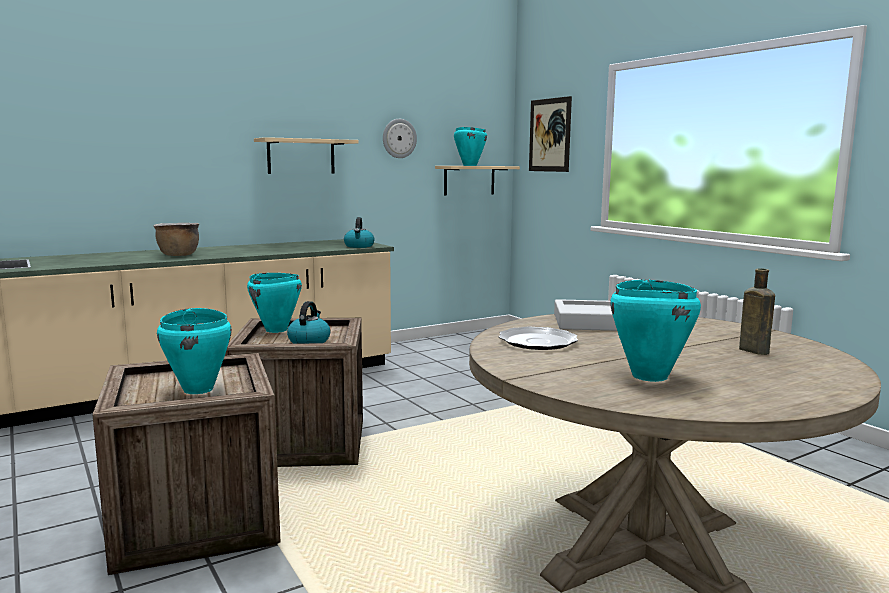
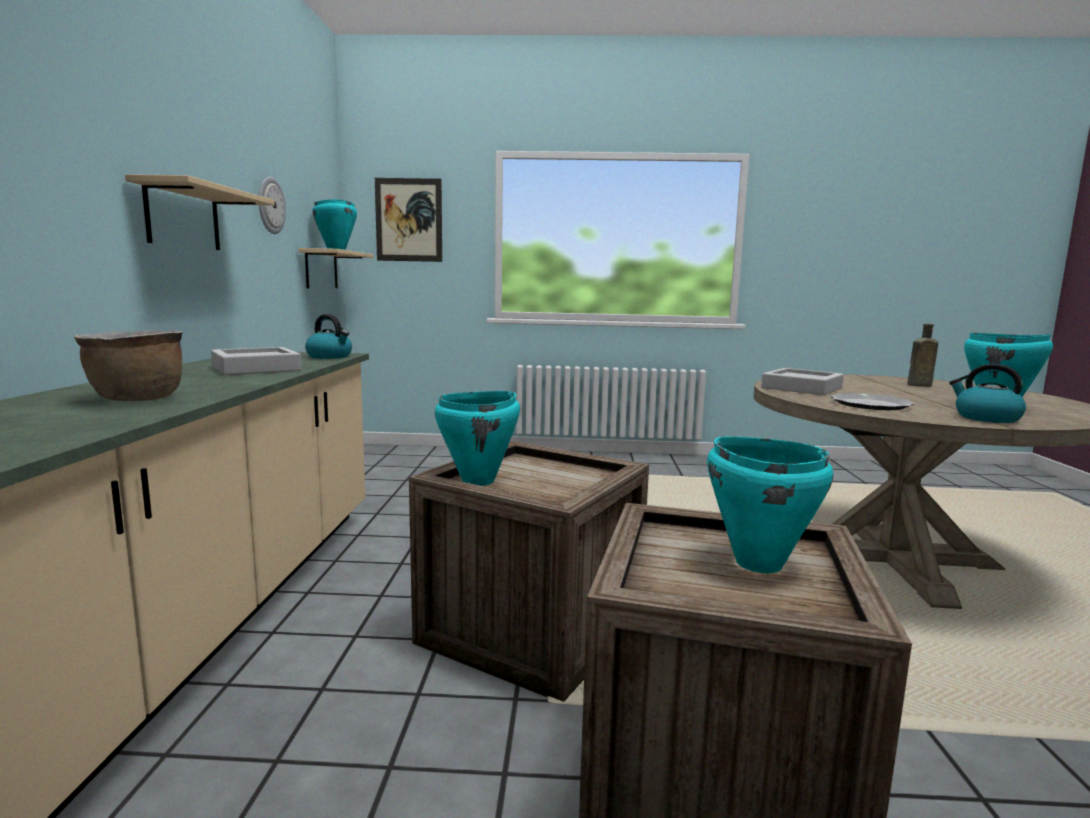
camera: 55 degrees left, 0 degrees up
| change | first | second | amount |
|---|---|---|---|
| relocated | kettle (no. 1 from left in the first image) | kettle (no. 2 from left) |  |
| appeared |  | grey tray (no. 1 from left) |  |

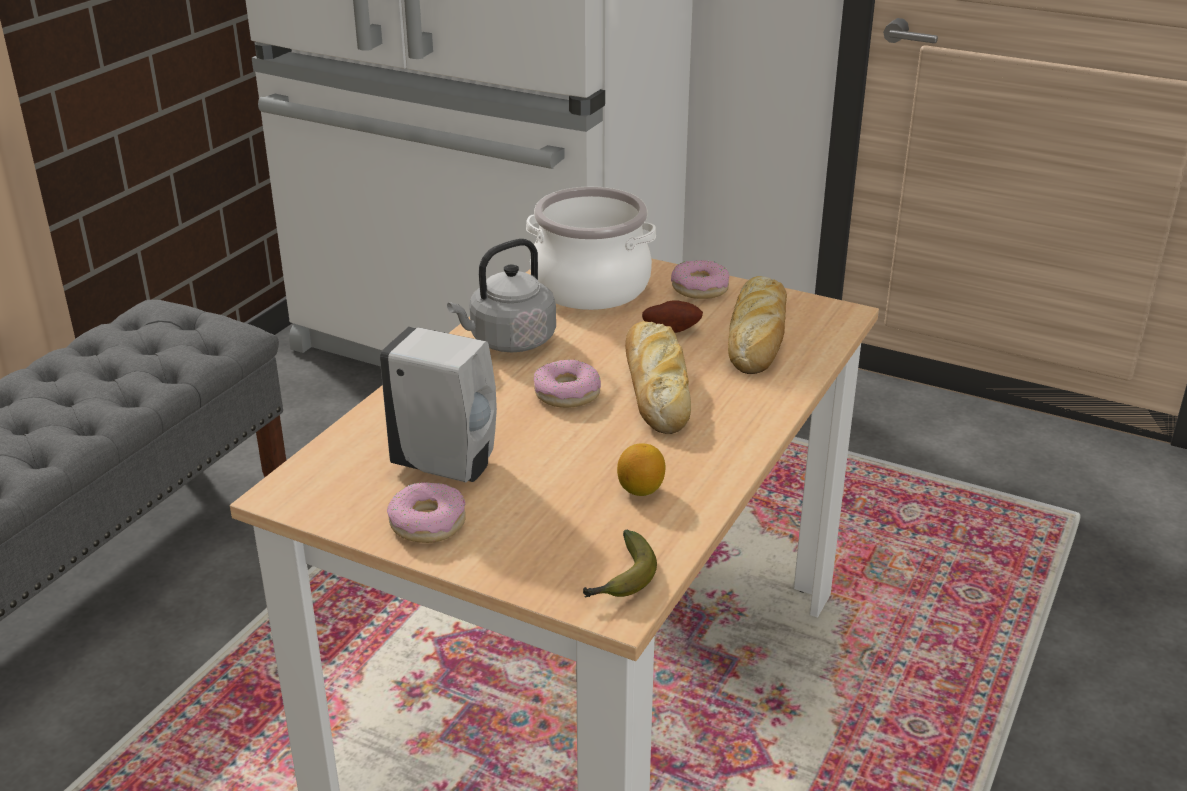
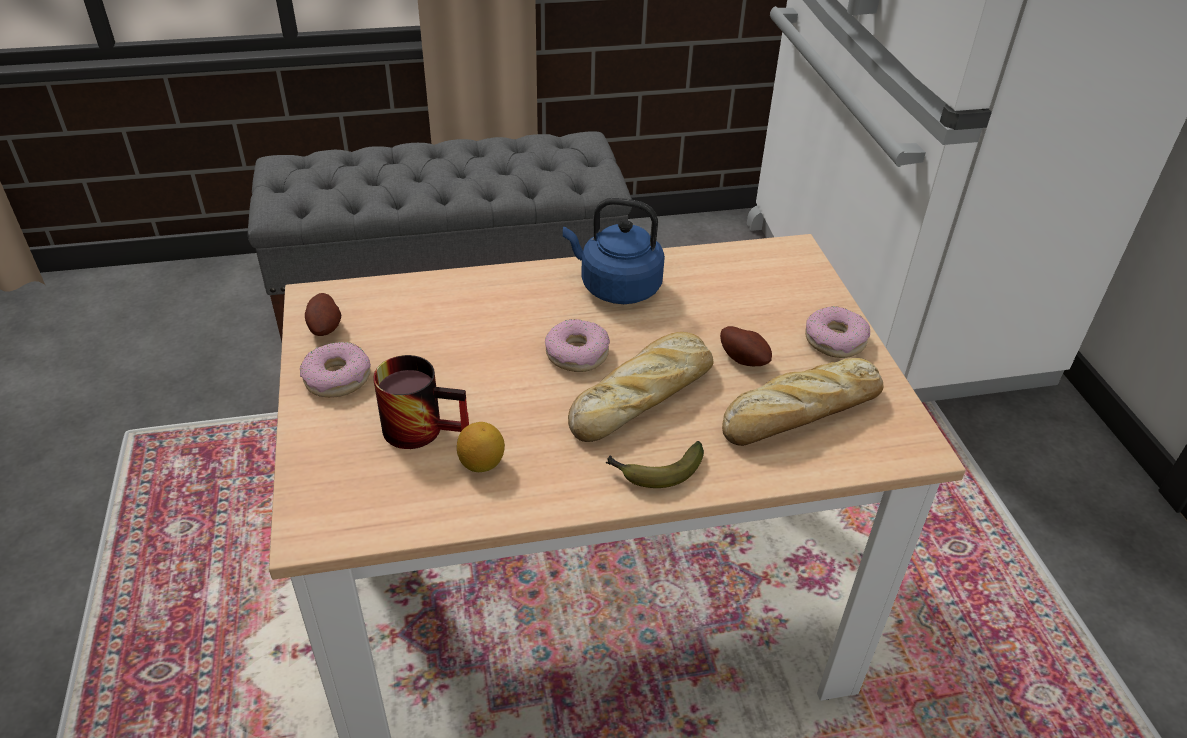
camera: 50 degrees right, 10 degrees up
| change | first | second | amount |
|---|---|---|---|
| missing | cooking pot |  |  |
| colour | grey kettle | blue kettle |  |
| missing | white soap dispenser |  |  |
| relocated | banana |  |  |
| appeared |  | potato (no. 1 from left) |  |
| appeared |  | mug |  |

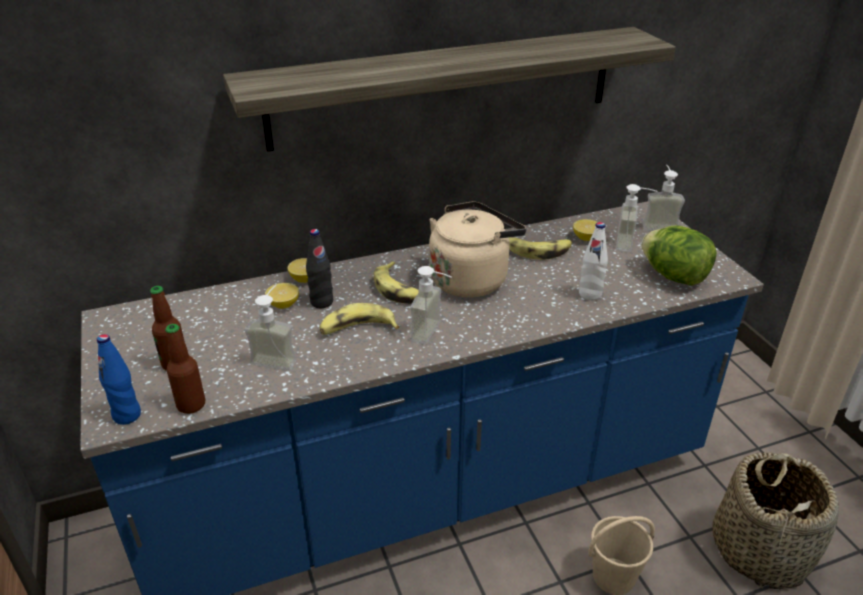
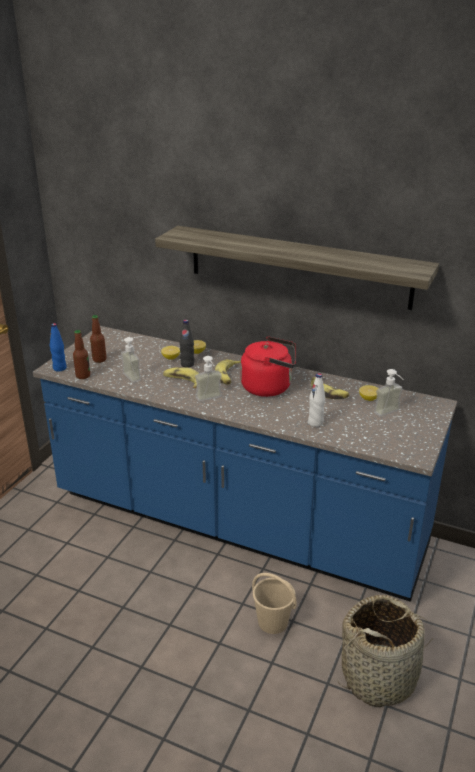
camera: 45 degrees right, 5 degrees down
| change | first | second | amount |
|---|---|---|---|
| missing | soap dispenser (no. 4 from left) |  |  |
| colour | beige kettle | red kettle |  |
| missing | lettuce |  |  |

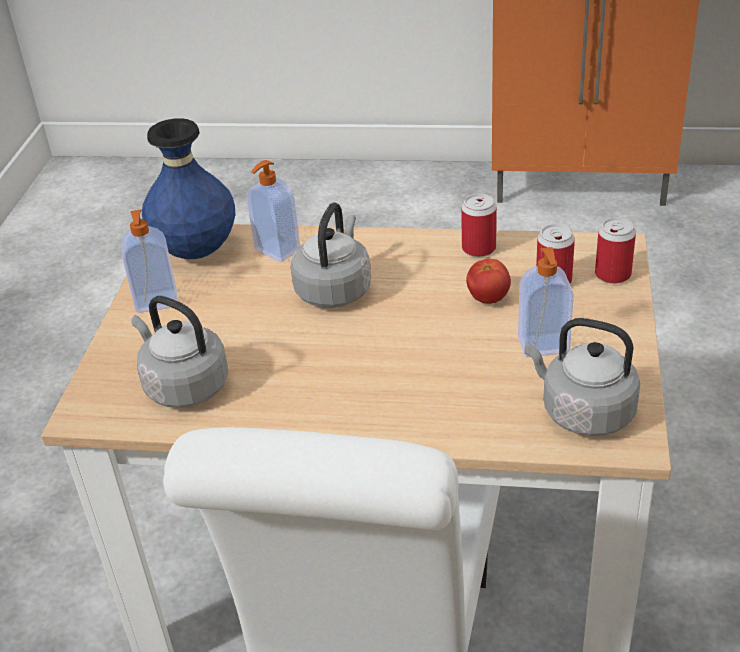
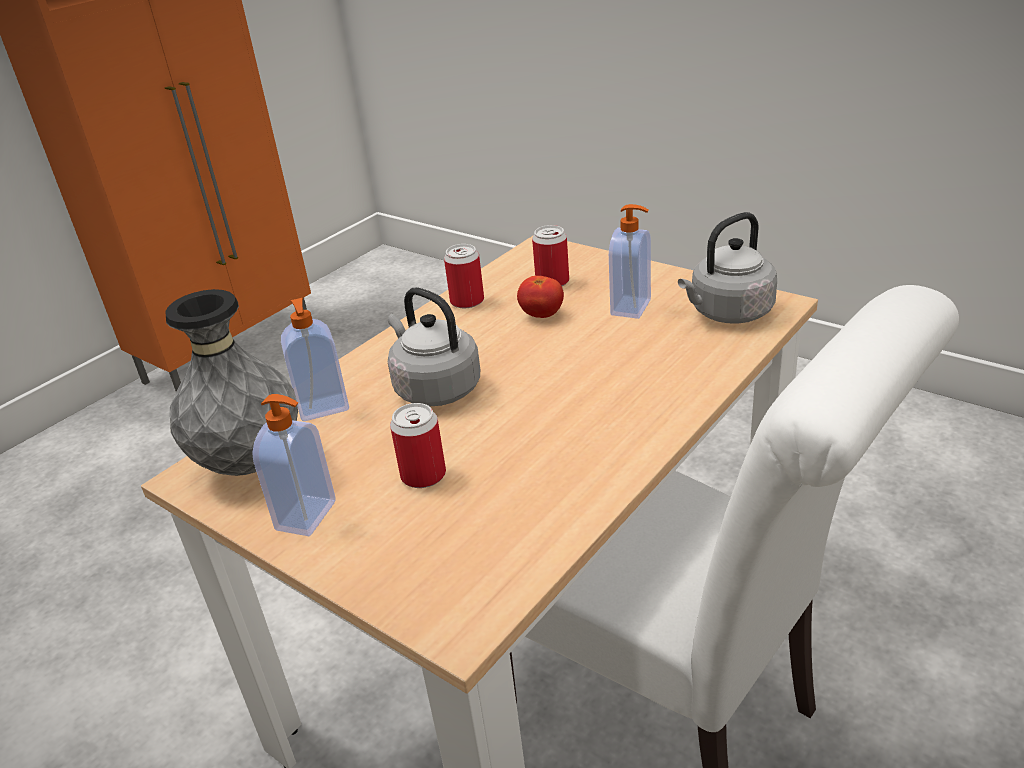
camera: 60 degrees left, 5 degrees down
| change | first | second | amount |
|---|---|---|---|
| colour | blue vase | grey vase |  |
| relocated | can (no. 3 from left in the first image) | can (no. 1 from left) |  |
| missing | grey kettle (no. 1 from left) |  |  |

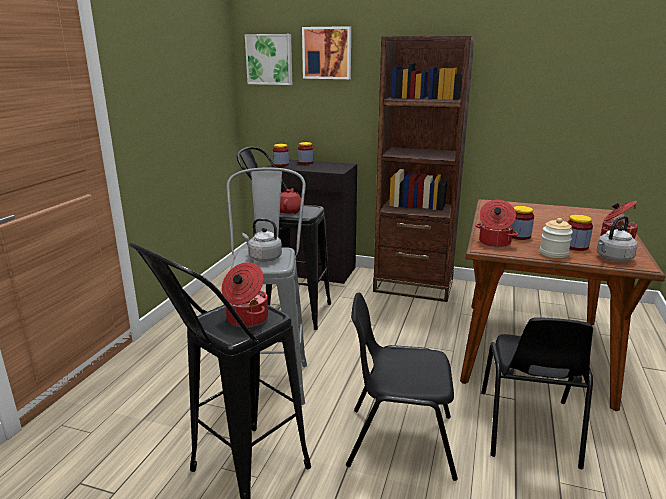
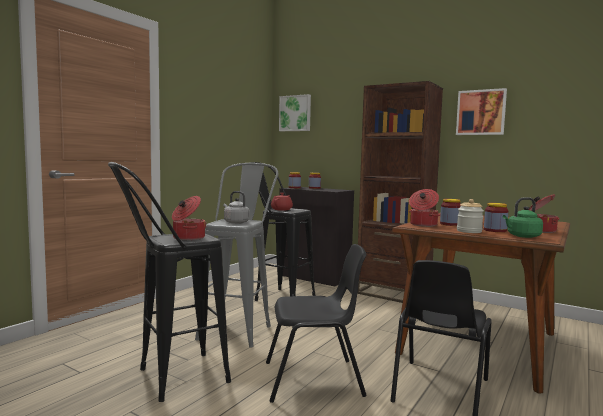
camera: 15 degrees right, 15 degrees down
| change | first | second | amount |
|---|---|---|---|
| relocated | picture (no. 2 from left) |  |  |
| colour | grey kettle (no. 2 from left) | green kettle |  |
| spun | black chair (no. 1 from left) |  | 150 degrees clockwise |

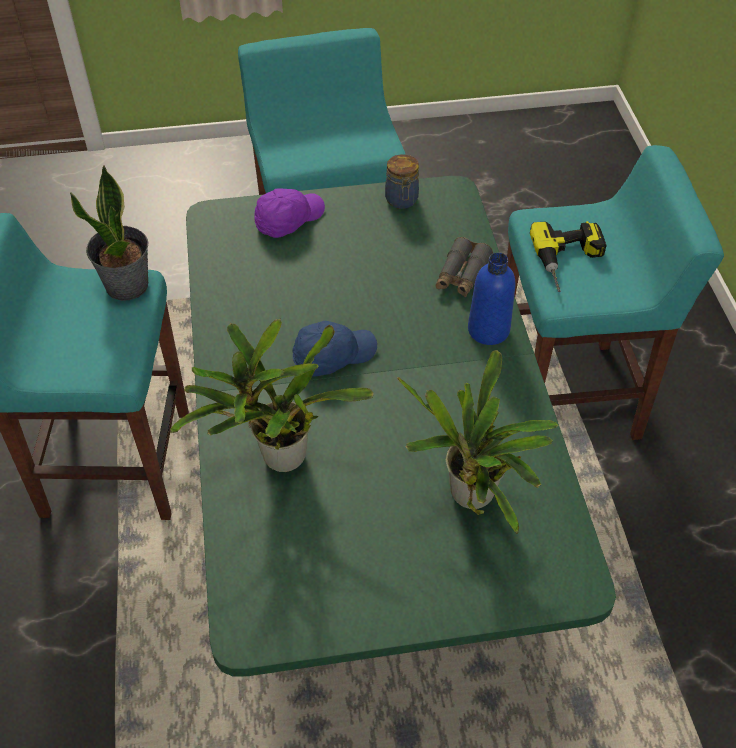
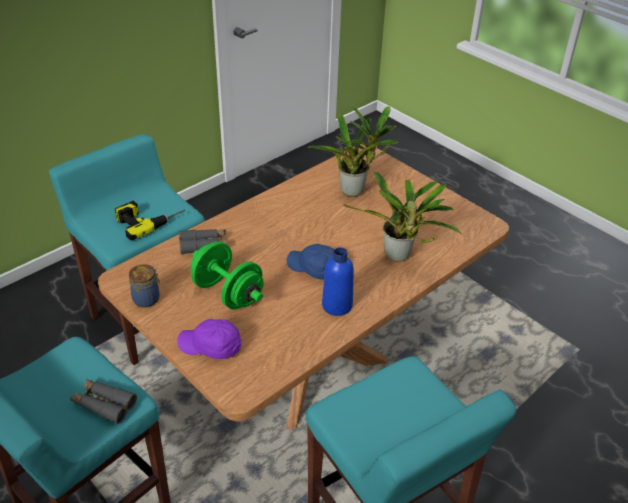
camera: 125 degrees left, 10 degrees down
| change | first | second | amount |
|---|---|---|---|
| missing | potted plant (no. 1 from left) |  |  |
| colour | green dining table | brown dining table |  |
| relocated | blue bottle |  |  |
| appeared |  | green dumbbell |  |
| appeared |  | grey binoculars (no. 1 from left) |  |

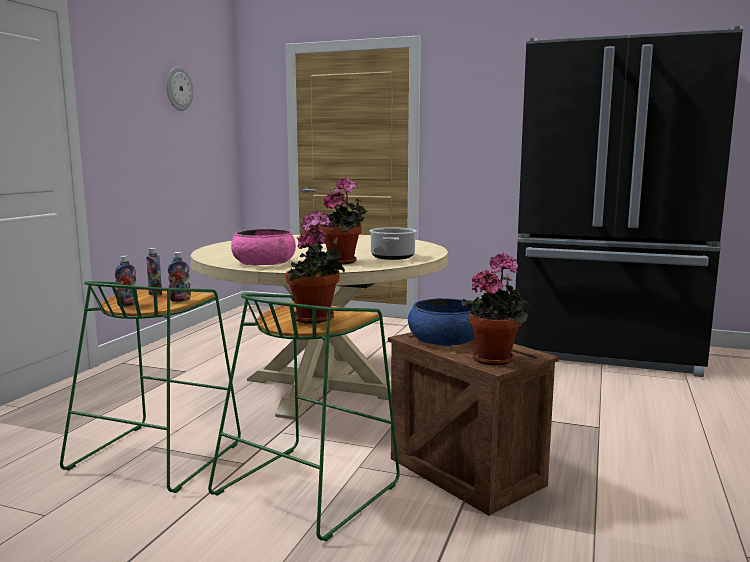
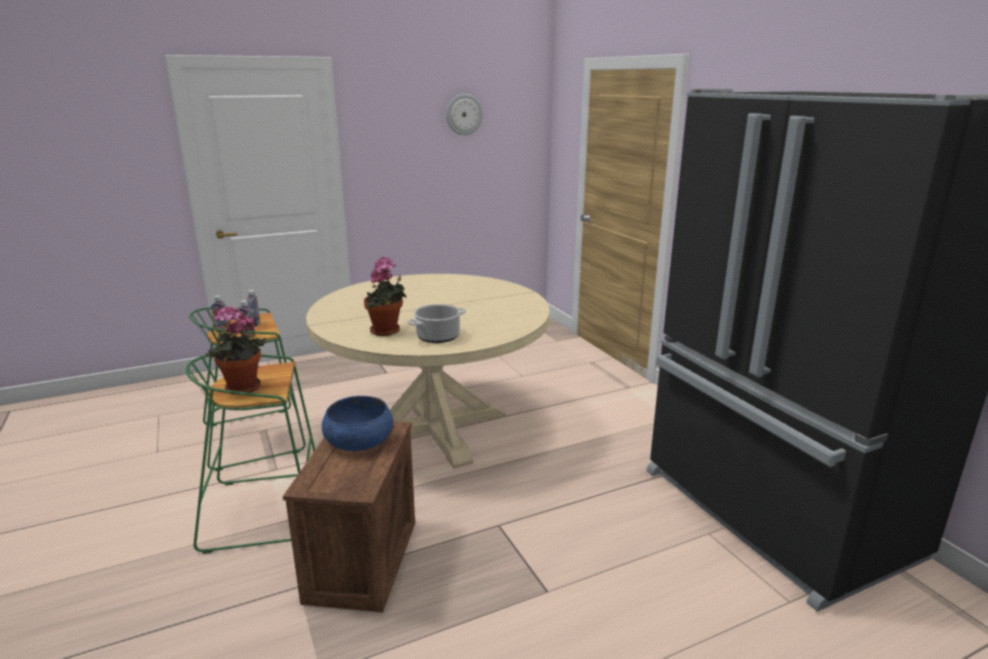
camera: 45 degrees right, 10 degrees up
| change | first | second | amount |
|---|---|---|---|
| missing | pink bowl |  |  |
| missing | potted plant (no. 3 from left) |  |  |

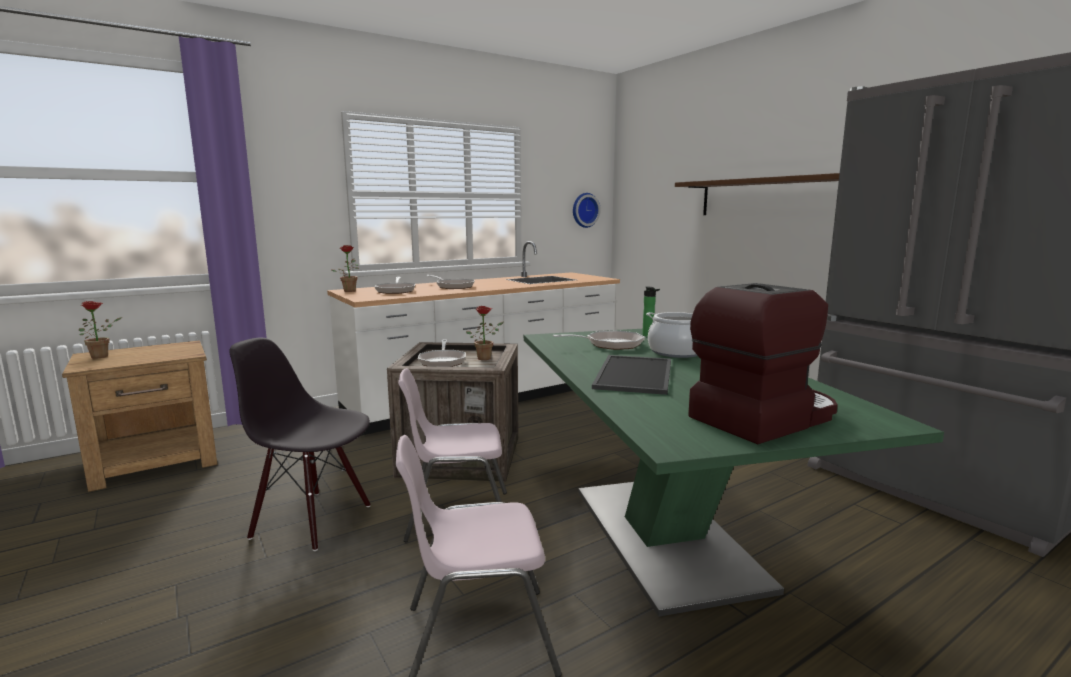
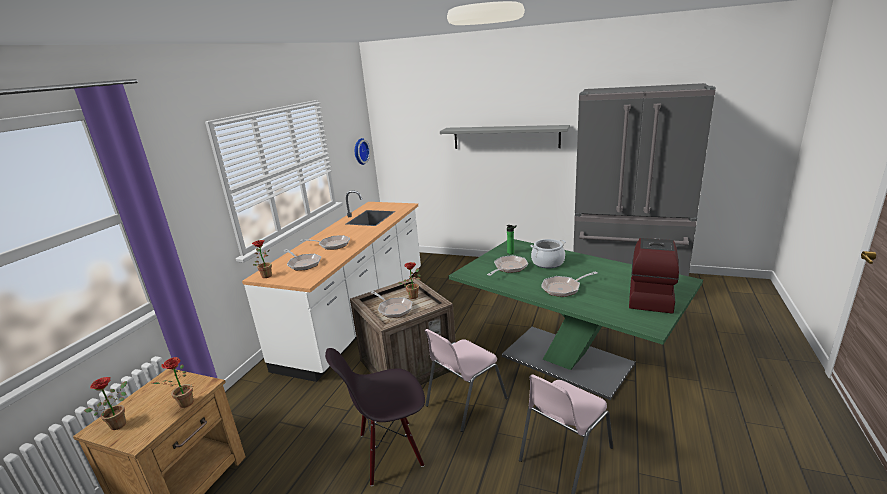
camera: 35 degrees left, 10 degrees up
| change | first | second | amount |
|---|---|---|---|
| colour | brown shelf | grey shelf |  |
| exchanged | tray | frying pan (no. 5 from left) |  |
| appeared |  | potted plant (no. 2 from left) |  |

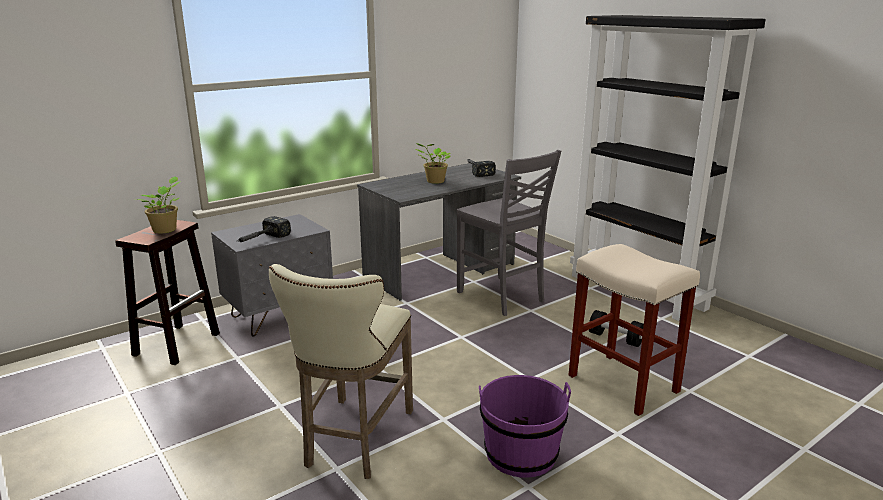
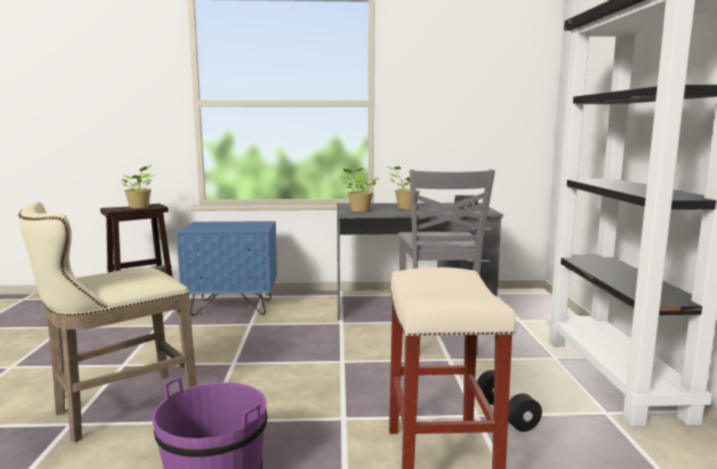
camera: 35 degrees right, 10 degrees down
| change | first | second | amount |
|---|---|---|---|
| colour | grey nightstand | blue nightstand |  |
| missing | hammer (no. 1 from left) |  |  |
| appeared |  | potted plant (no. 2 from left) |  |

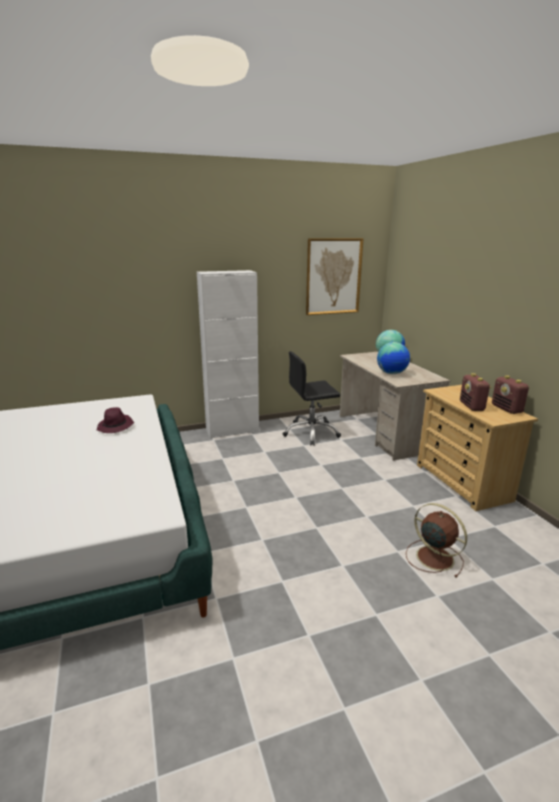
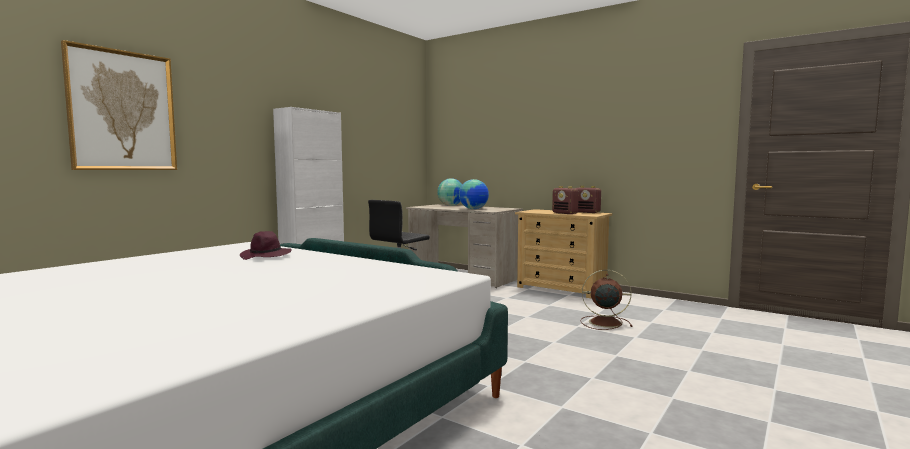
camera: 35 degrees left, 15 degrees down
| change | first | second | amount |
|---|---|---|---|
| relocated | picture |  |  |

